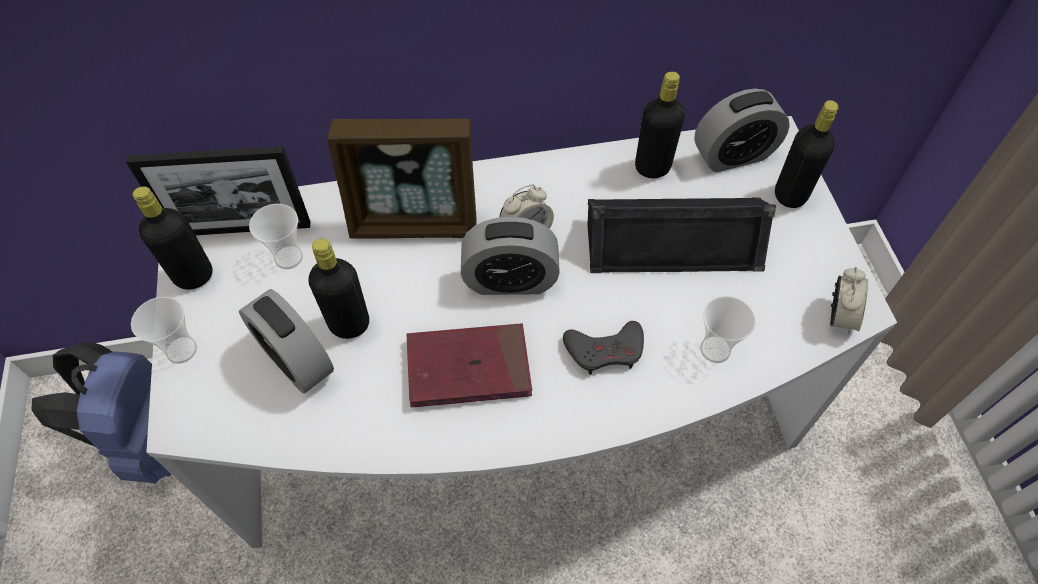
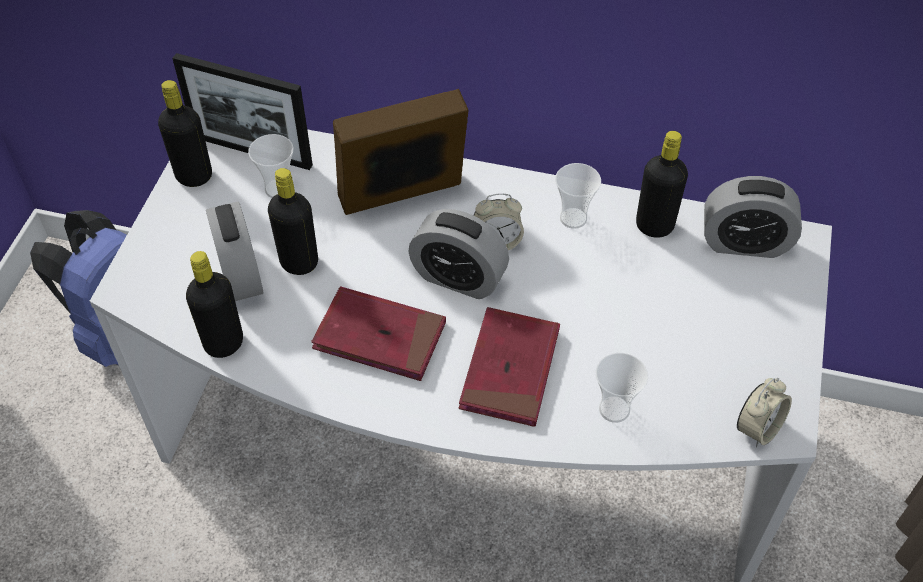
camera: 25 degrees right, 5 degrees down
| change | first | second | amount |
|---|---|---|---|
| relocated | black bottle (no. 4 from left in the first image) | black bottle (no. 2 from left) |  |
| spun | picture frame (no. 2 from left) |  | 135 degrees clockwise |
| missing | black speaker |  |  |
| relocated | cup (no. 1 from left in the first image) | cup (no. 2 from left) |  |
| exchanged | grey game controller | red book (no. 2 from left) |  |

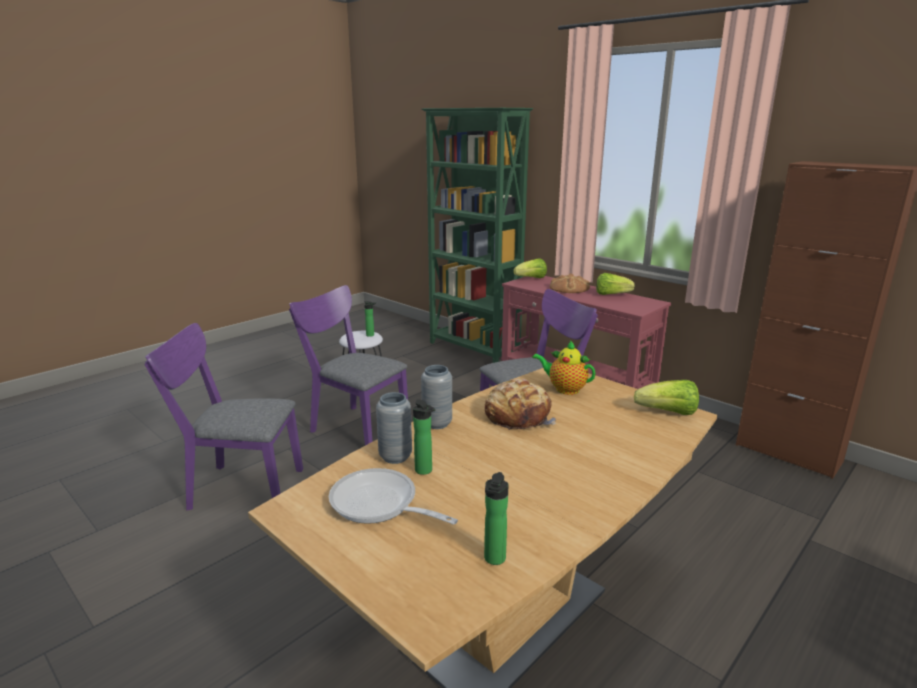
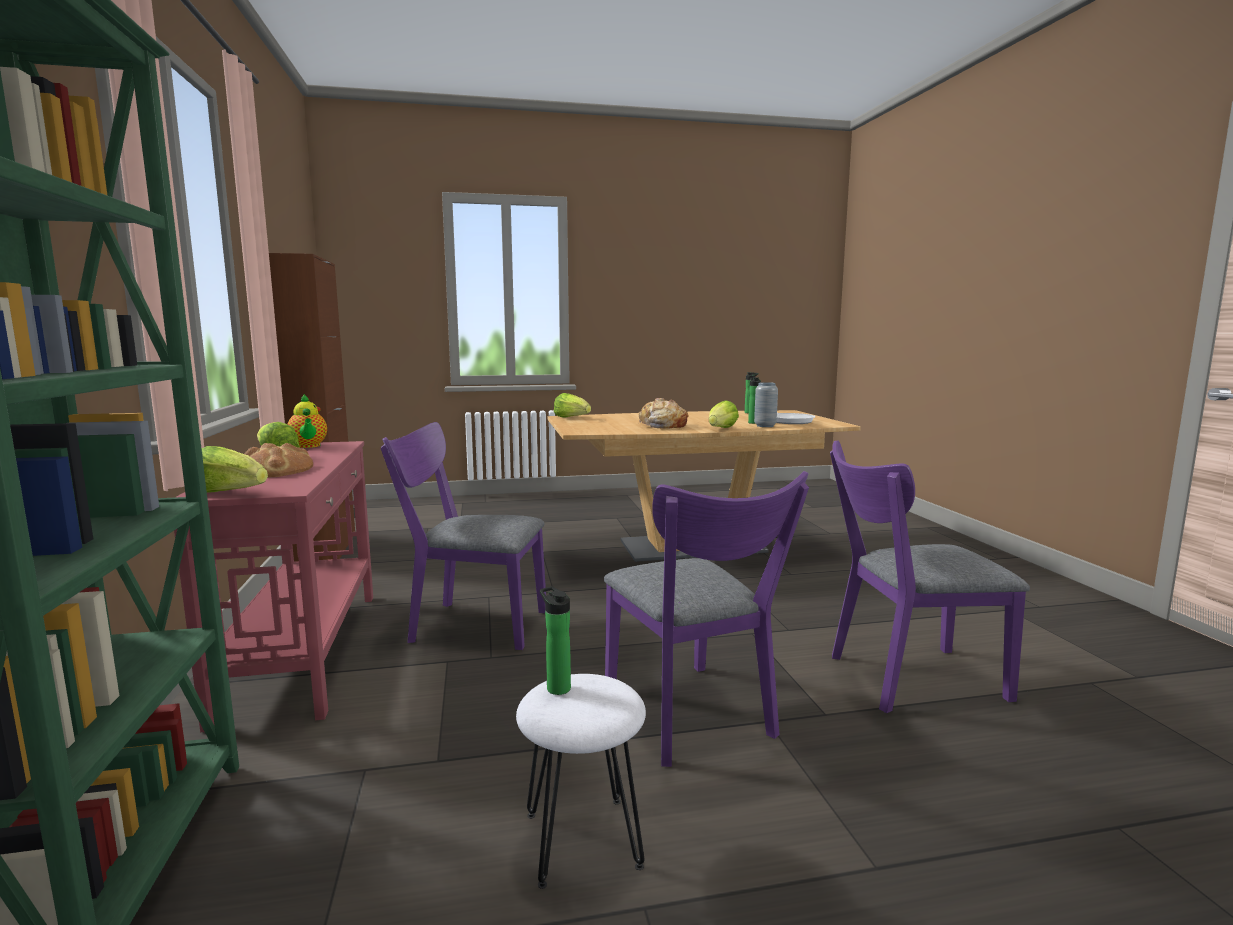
camera: 145 degrees left, 10 degrees down
| change | first | second | amount |
|---|---|---|---|
| spun | purple chair (no. 1 from left in the first image) | purple chair (no. 3 from left) | 135 degrees clockwise |
| relocated | teapot |  |  |
| exchanged | grey vase (no. 2 from left) | lettuce (no. 4 from left) |  |

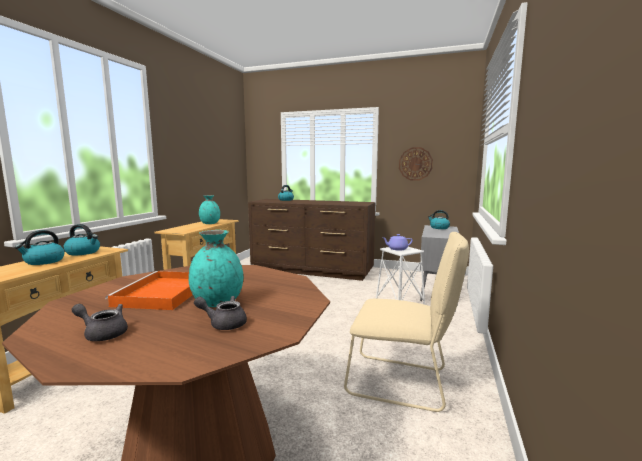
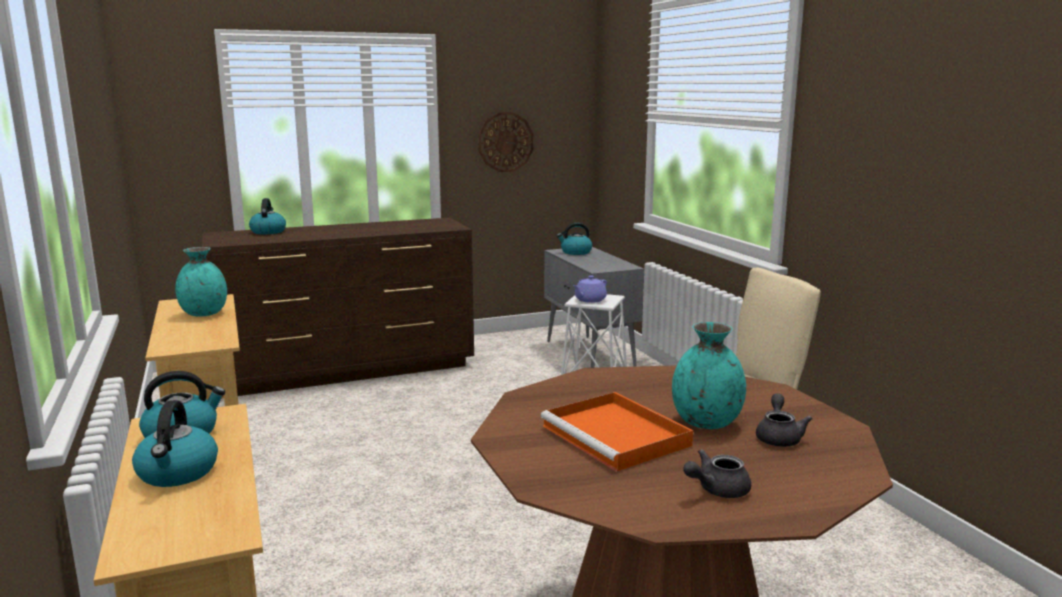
camera: 40 degrees left, 5 degrees up
| change | first | second | amount |
|---|---|---|---|
| spun | grey teapot (no. 2 from left) |  | 135 degrees clockwise |

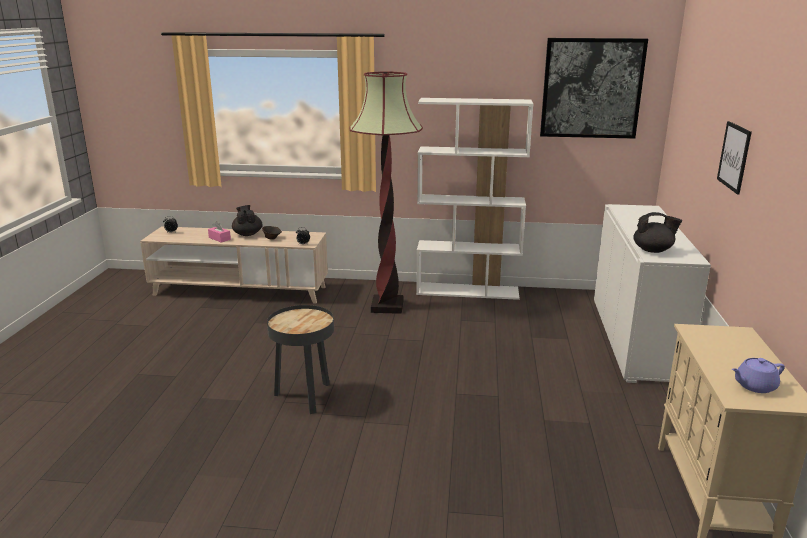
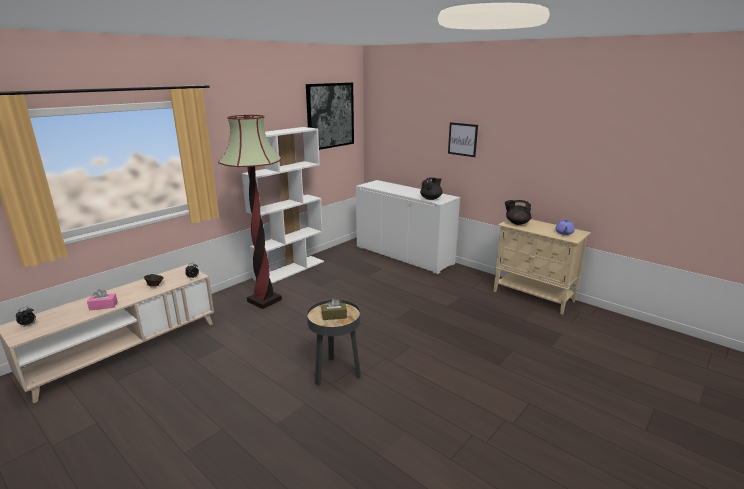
camera: 55 degrees left, 0 degrees up
| change | first | second | amount |
|---|---|---|---|
| relocated | black teapot (no. 1 from left in the first image) | black teapot (no. 2 from left) |  |
| appeared |  | brown tissue box |  |

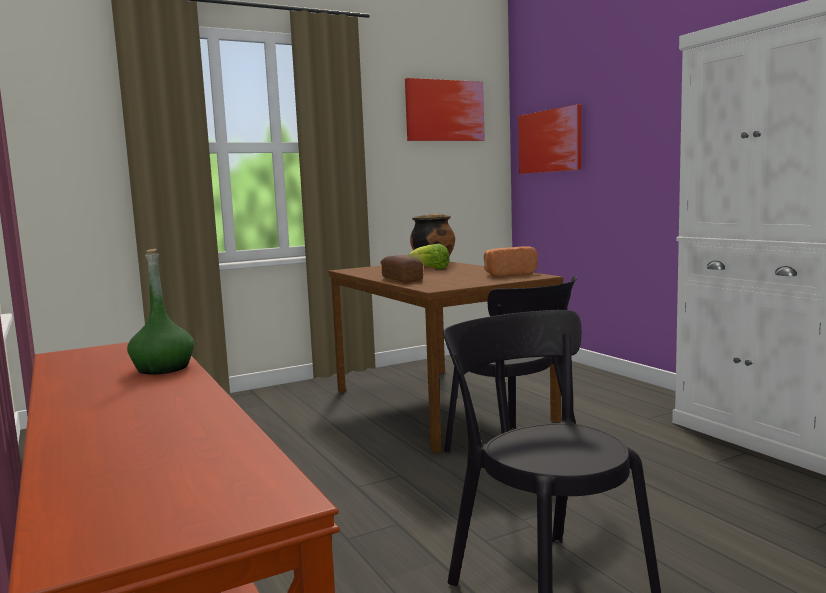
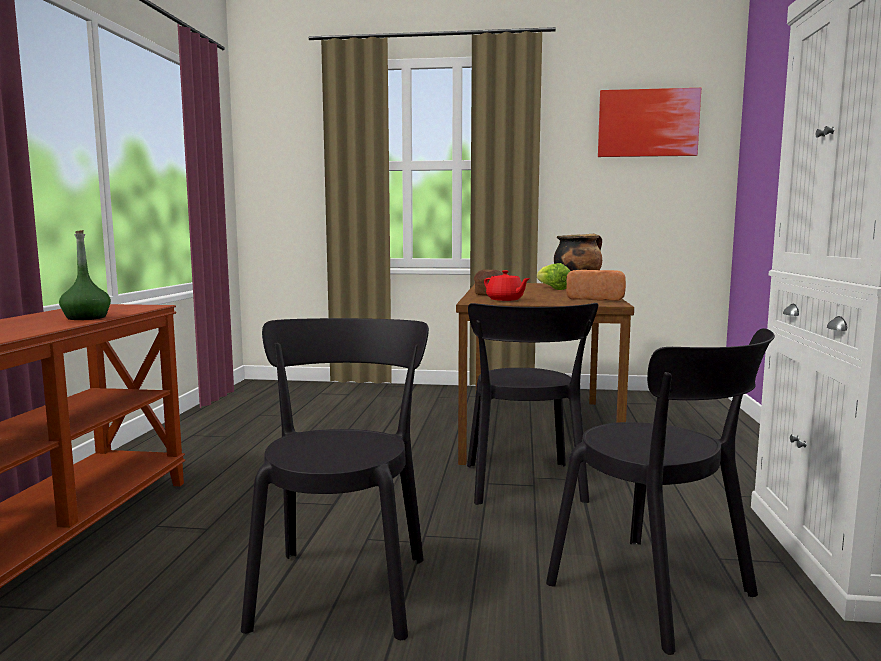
camera: 35 degrees right, 0 degrees up
| change | first | second | amount |
|---|---|---|---|
| missing | picture (no. 2 from left) |  |  |
| appeared |  | red teapot |  |
| appeared |  | black chair (no. 3 from left) |  |

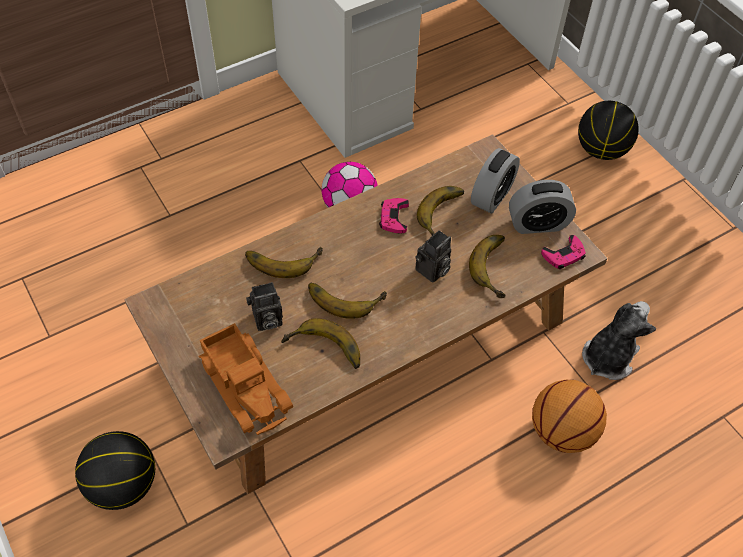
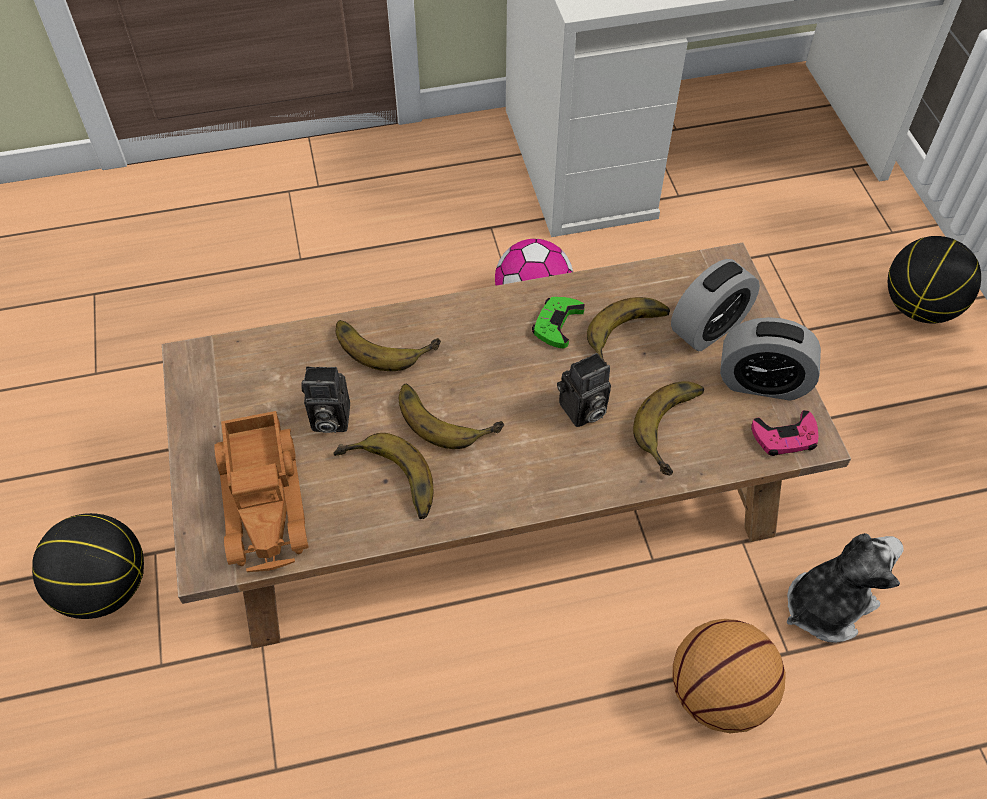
camera: 20 degrees right, 0 degrees up
| change | first | second | amount |
|---|---|---|---|
| colour | pink game controller (no. 1 from left) | green game controller |  |

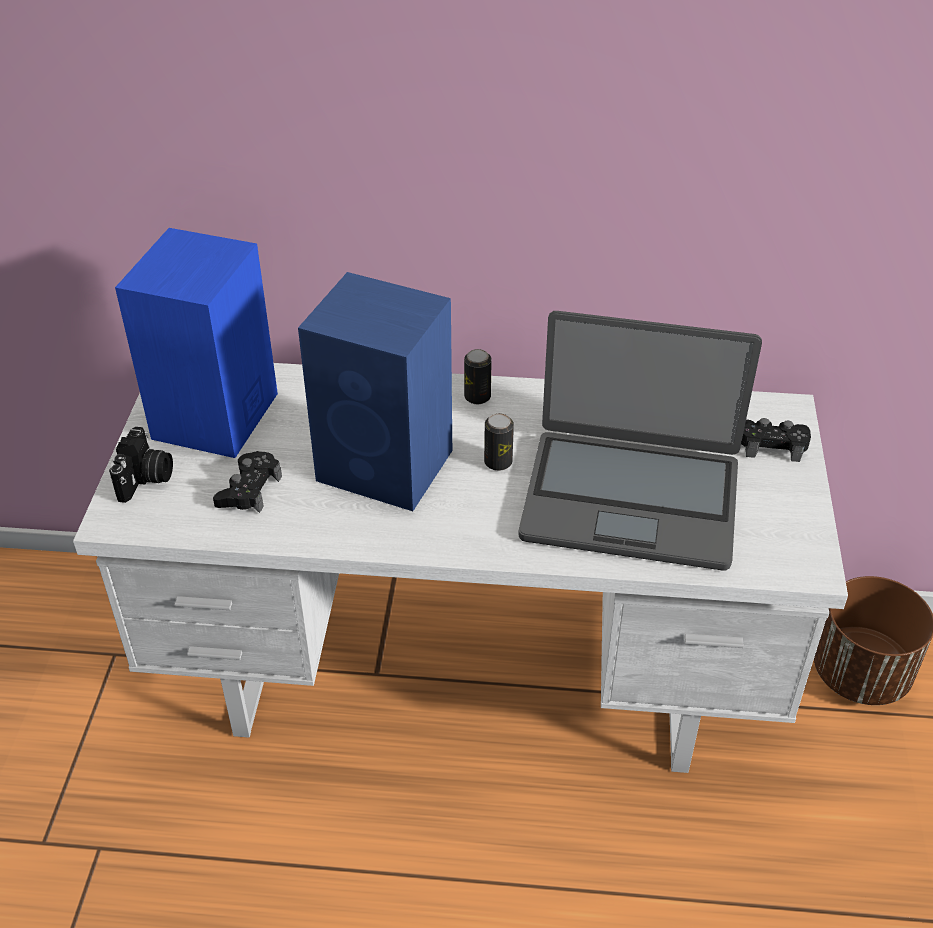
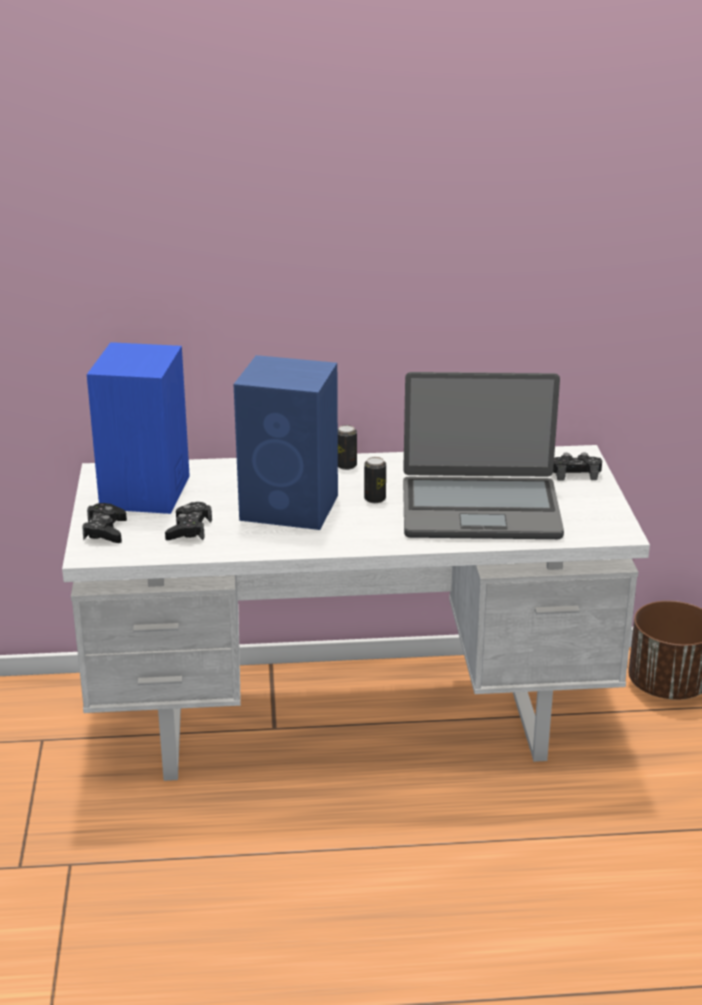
camera: 10 degrees left, 15 degrees down
| change | first | second | amount |
|---|---|---|---|
| exchanged | photo camera | black game controller (no. 1 from left) |  |

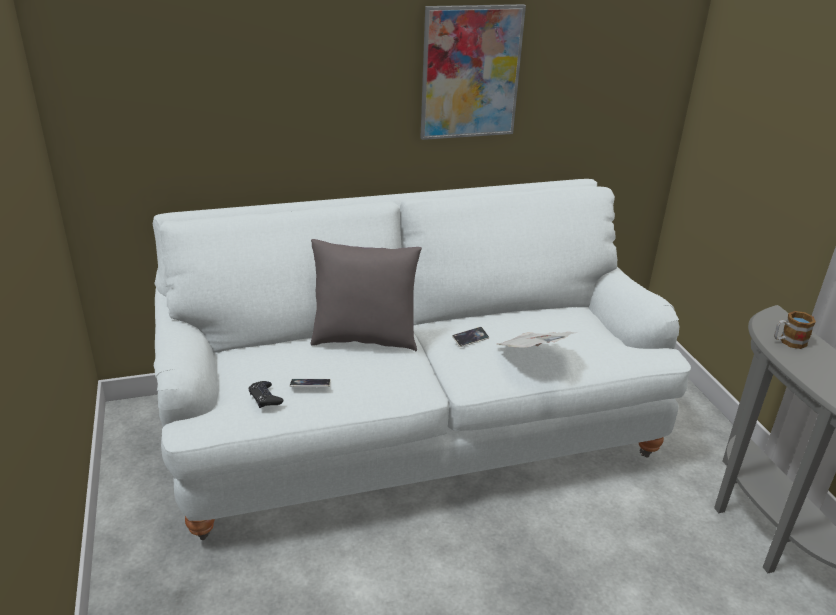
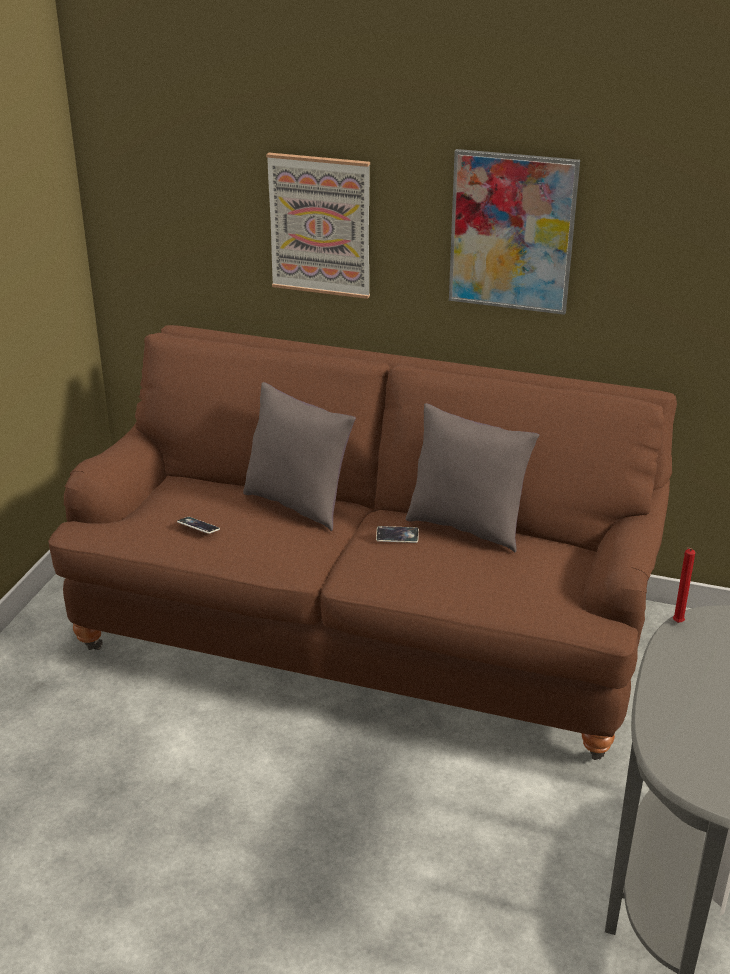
camera: 35 degrees right, 0 degrees up
| change | first | second | amount |
|---|---|---|---|
| colour | white sofa | brown sofa |  |
| missing | mug |  |  |
| missing | newspaper |  |  |
| missing | black game controller |  |  |
| appeared |  | picture (no. 1 from left) |  |
| appeared |  | grey pillow (no. 2 from left) |  |
| appeared |  | red candle |  |

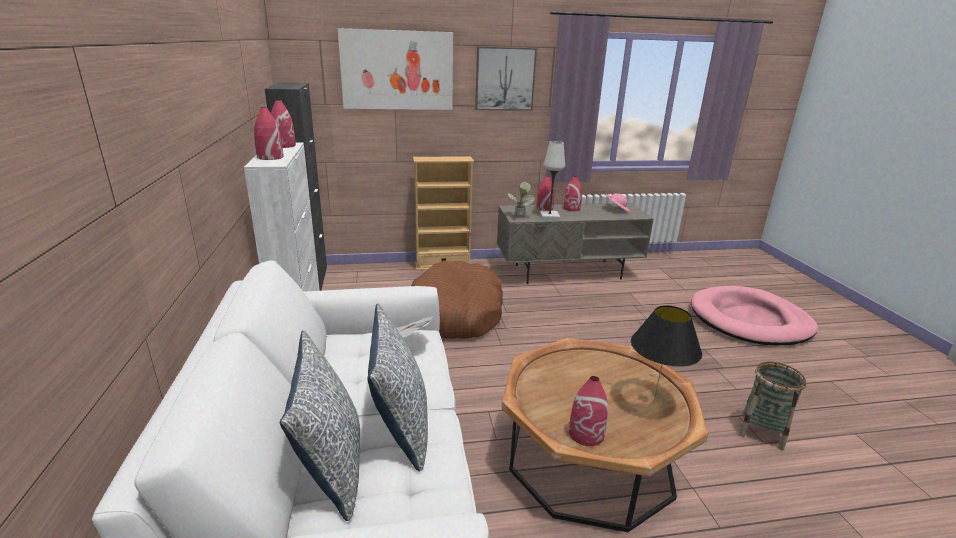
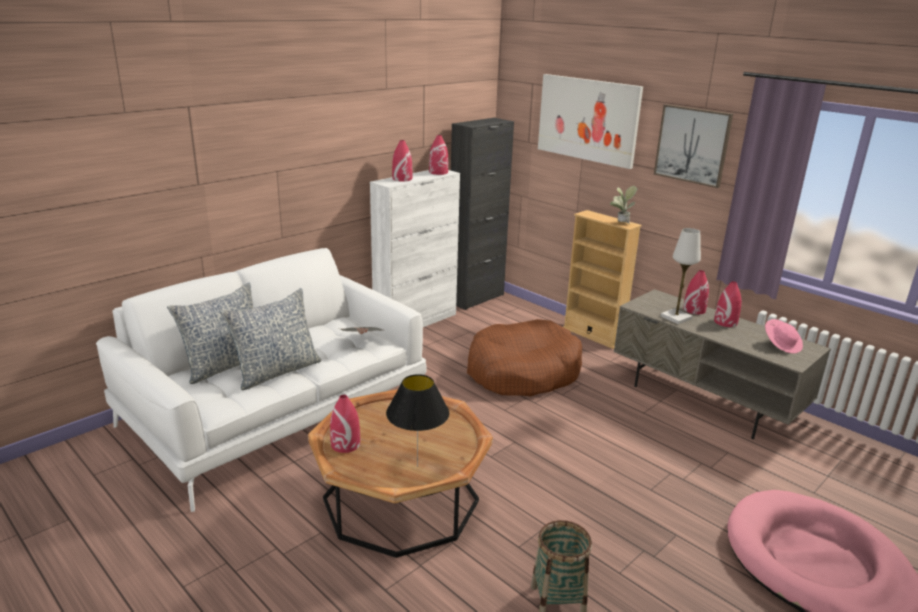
camera: 55 degrees right, 0 degrees up
| change | first | second | amount |
|---|---|---|---|
| relocated | potted plant |  |  |

